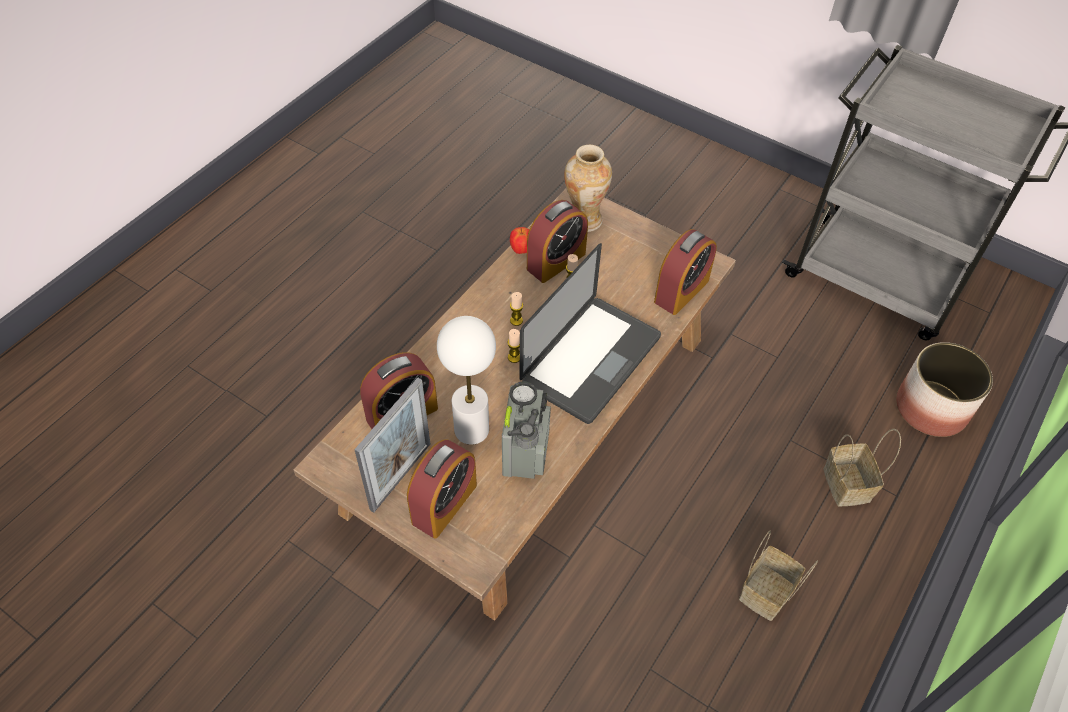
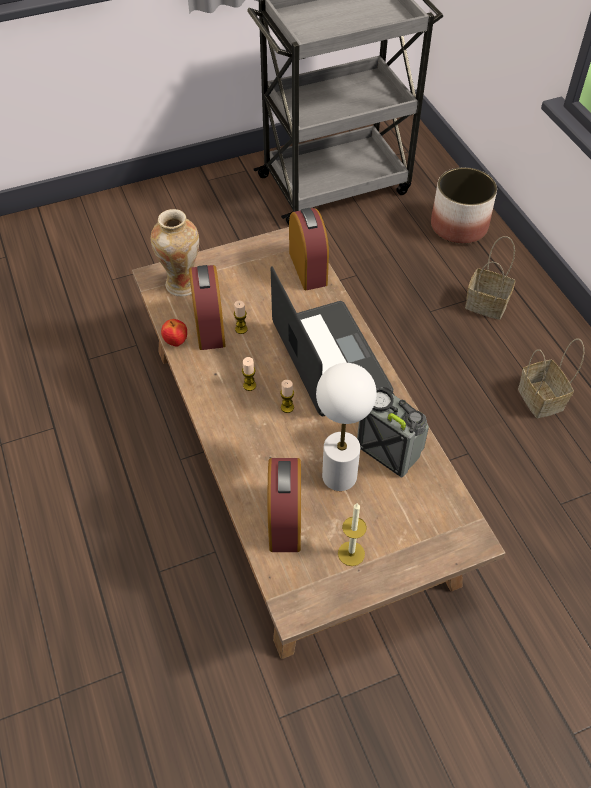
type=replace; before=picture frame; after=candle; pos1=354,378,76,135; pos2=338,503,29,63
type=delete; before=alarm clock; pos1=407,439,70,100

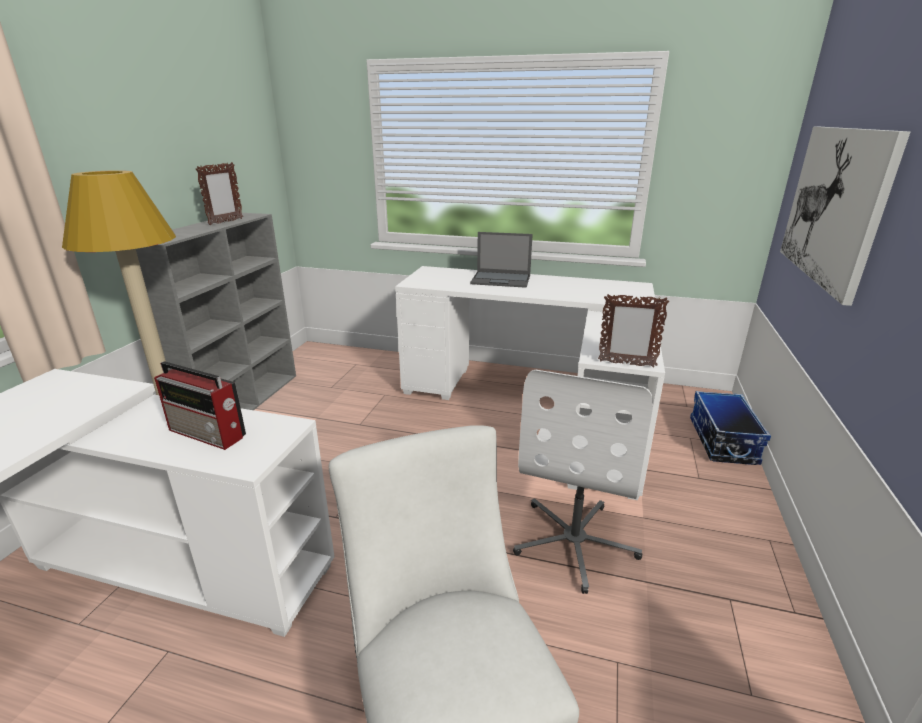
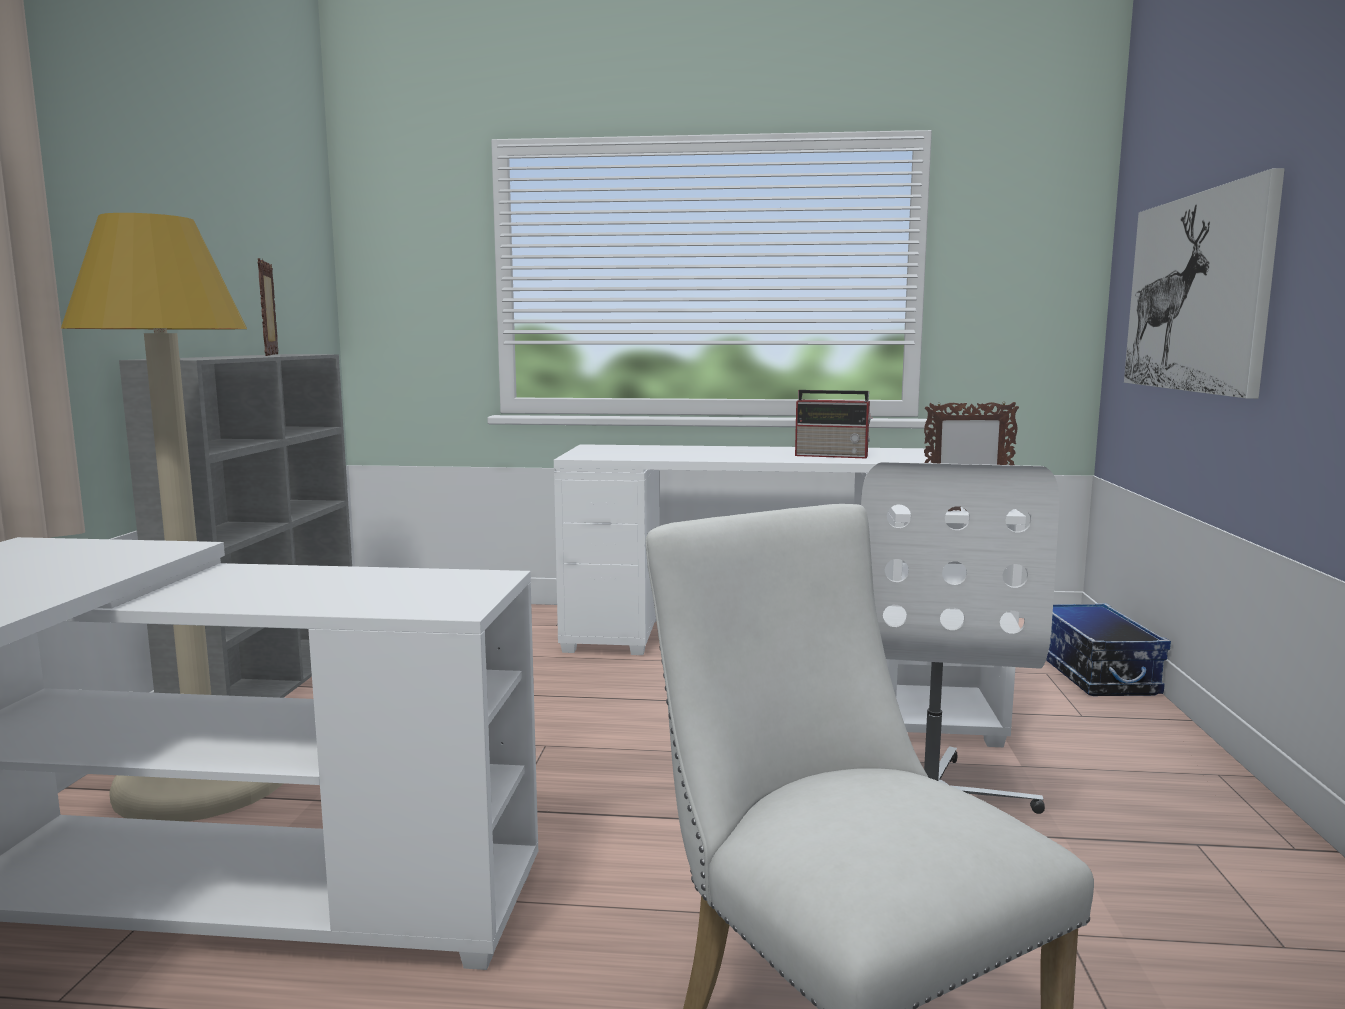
type=rotate; before=picture frame; pos1=196,162,47,63; pos2=258,258,21,98; turn=150
type=delete; before=laptop; pos1=470,232,63,56
type=move; before=radio; pos1=154,361,92,89; pos2=795,390,78,68

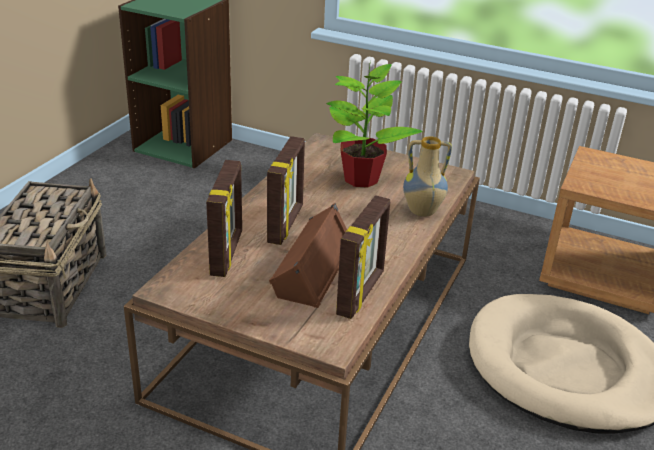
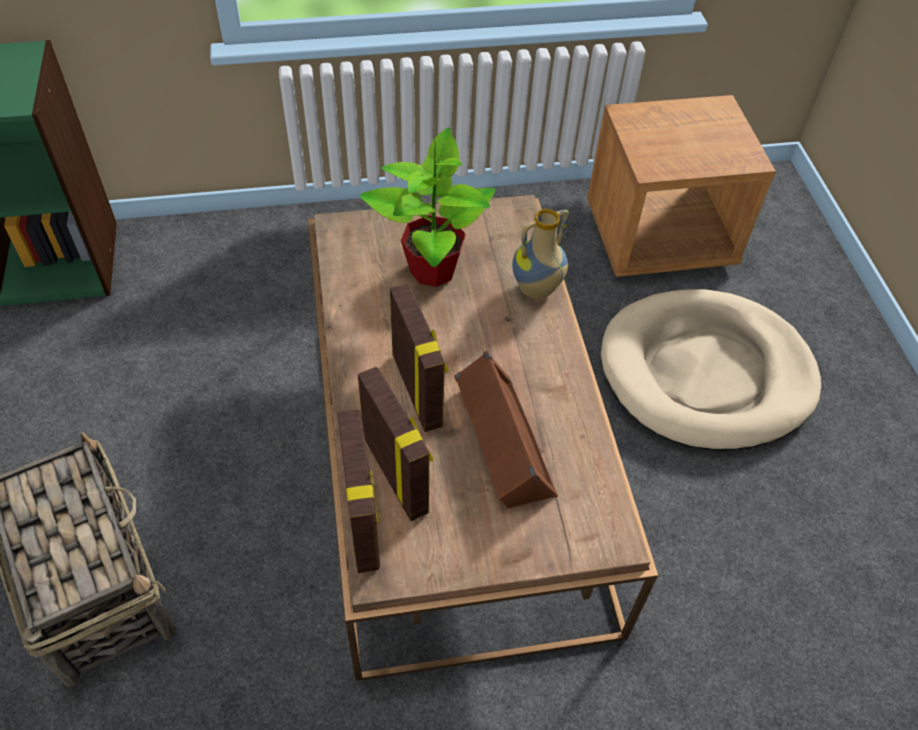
type=move; before=picture frame; pos1=336,195,54,124; pos2=337,409,43,164

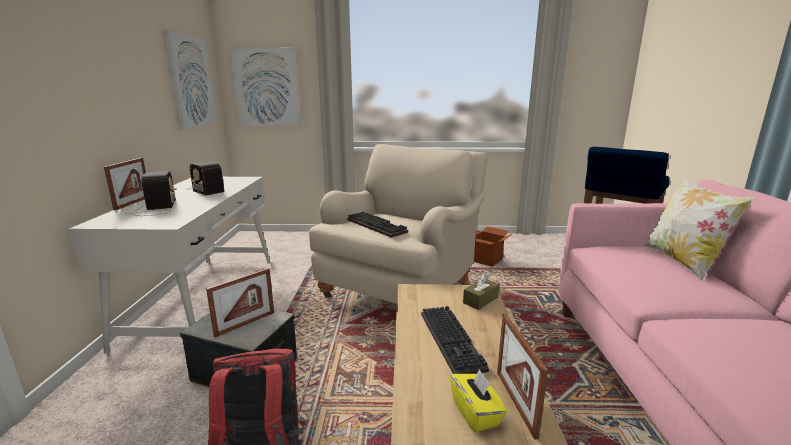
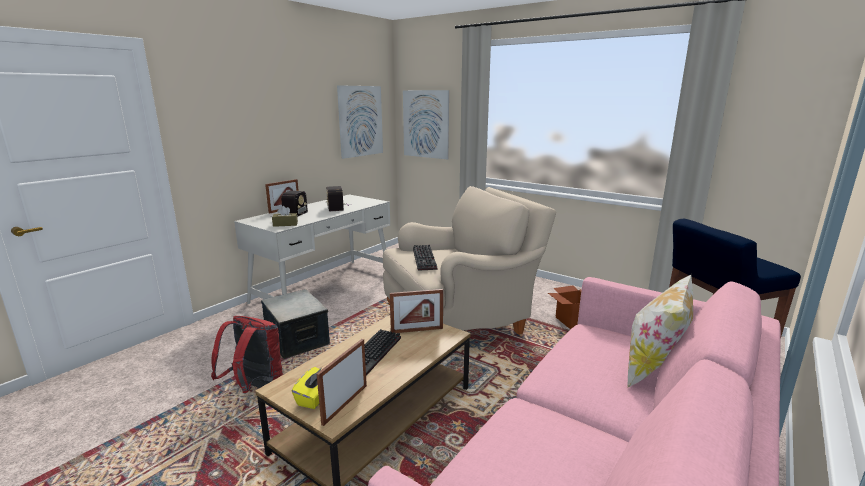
type=move; before=picture frame; pos1=206,268,68,69; pos2=390,289,53,44
type=move; before=tissue box (brown); pos1=463,273,37,37; pos2=272,206,26,21

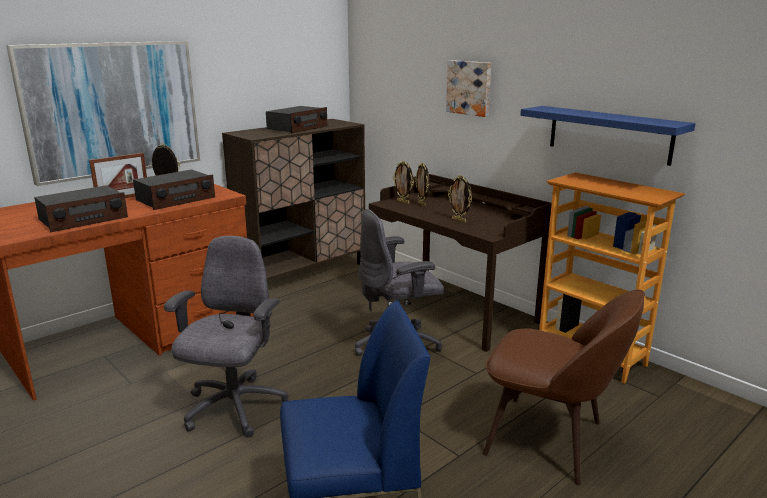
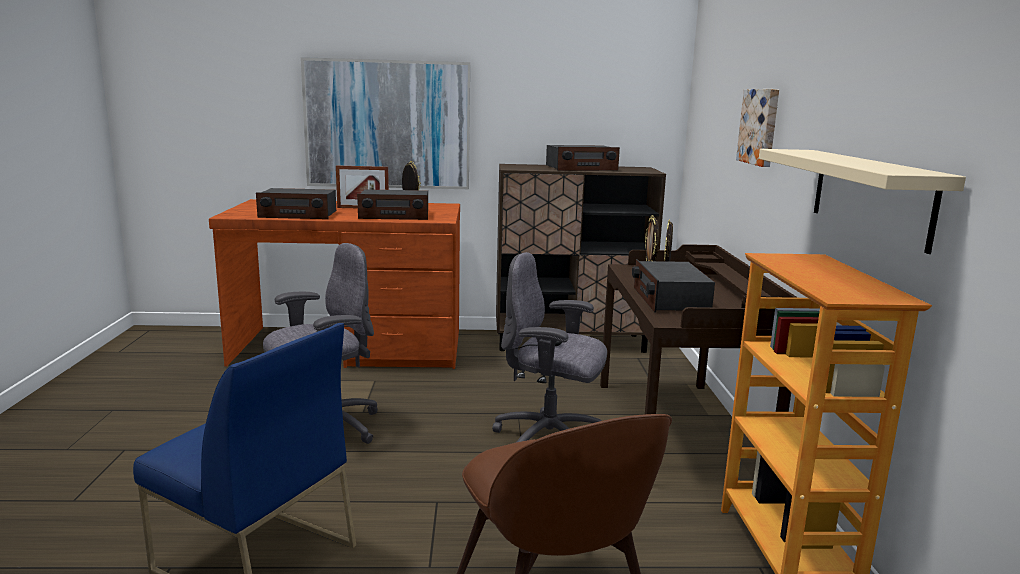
type=recolor; before=shelf (blue); after=shelf (beige); pos1=520,106,175,60; pos2=759,149,207,105
type=replace; before=picture frame; after=radio; pos1=448,175,24,48; pos2=632,259,83,54

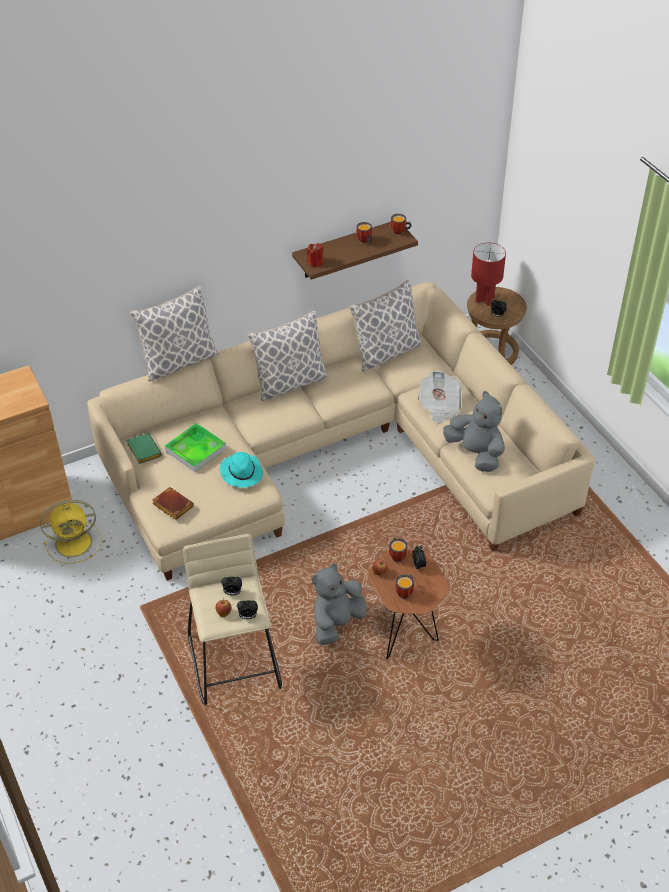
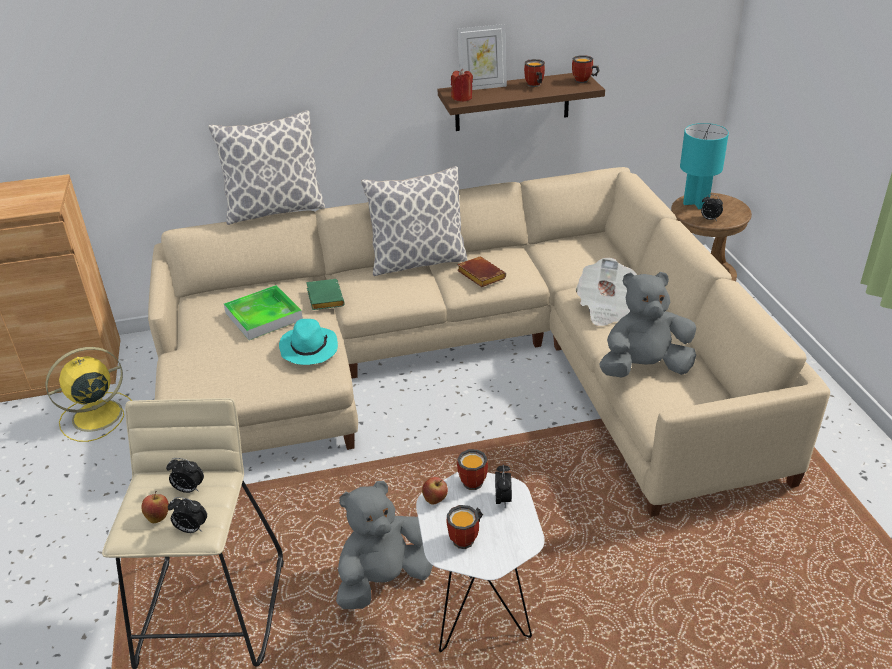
type=recolor; before=table lamp (red); after=table lamp (turquoise); pos1=471,243,35,63; pos2=680,123,49,86
type=delete; before=pillow; pos1=349,280,73,92
type=rotate; before=plush toy (grey); pos1=443,391,62,81; pos2=600,272,96,106; turn=-75
type=move; before=book (green); pos1=127,433,35,31; pos2=306,279,39,31
type=move; before=book (brown); pos1=152,487,42,33; pos2=457,256,49,31
type=rotate; before=fan (yellow); pos1=40,500,62,63; pos2=46,347,86,95; turn=150
type=recolor; before=side table (brown); after=side table (white); pos1=368,550,82,109; pos2=416,472,129,180
type=insert; after=picture frame; pos2=457,24,50,66

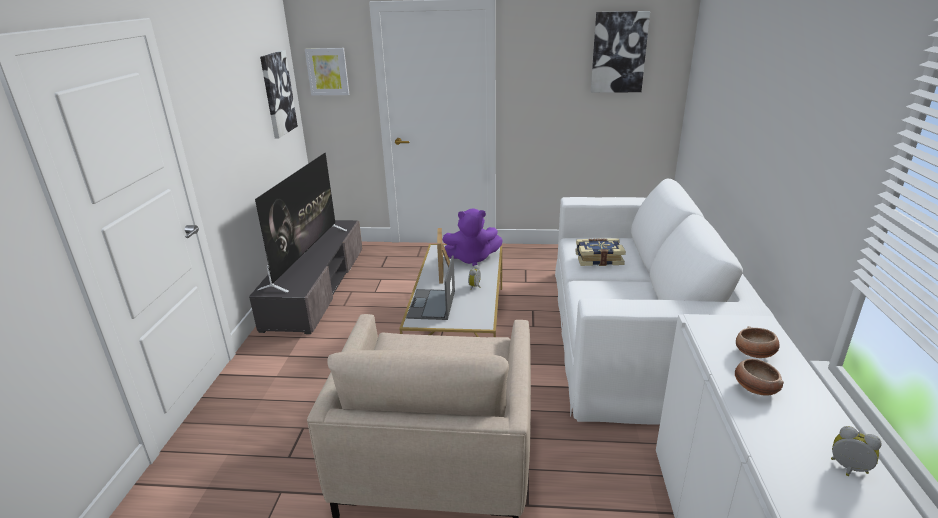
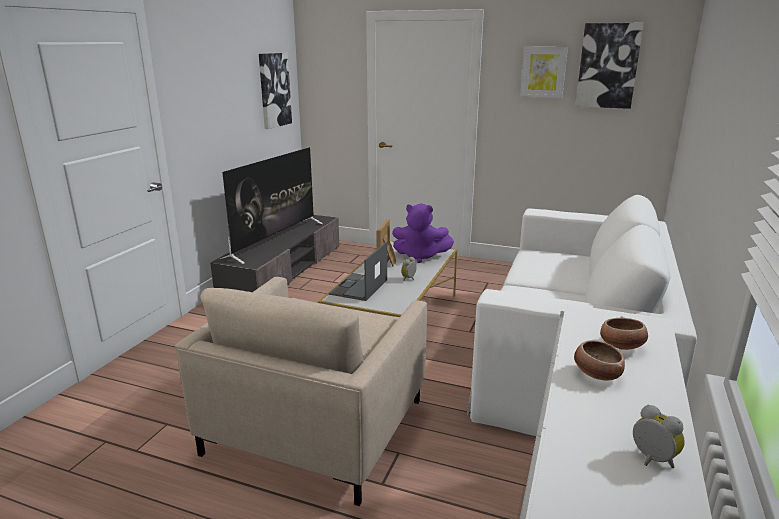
type=move; before=picture; pos1=305,48,44,47; pos2=520,47,48,51
type=delete; before=book; pos1=576,238,50,28

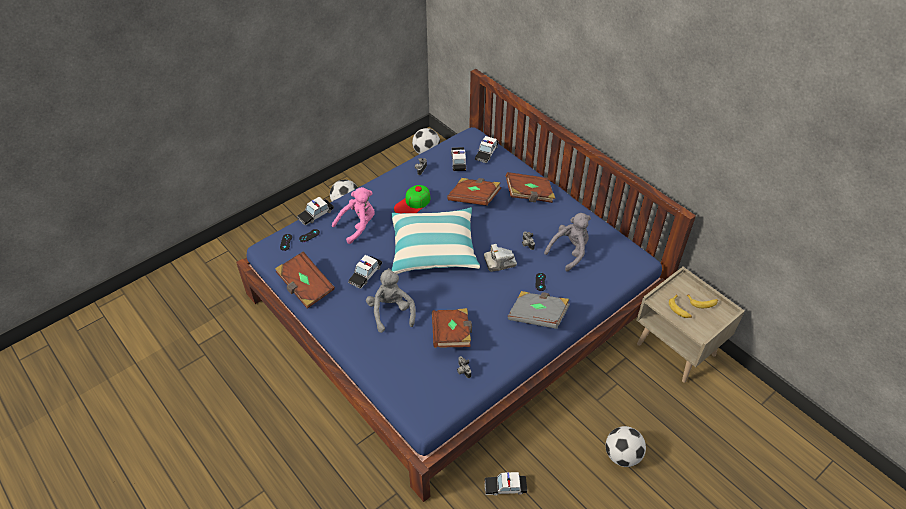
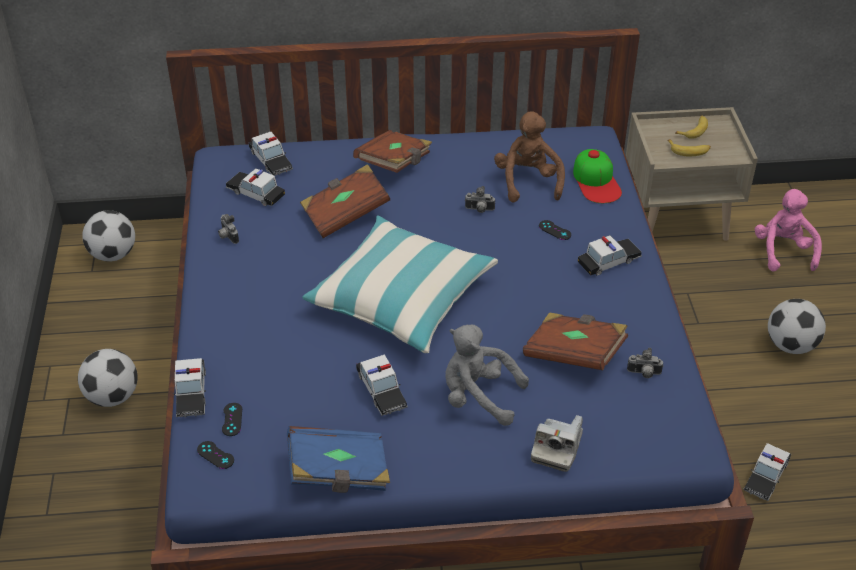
type=move; before=cap; pos1=394,185,37,28; pos2=573,149,49,54
type=move; before=plush toy (pink); pos1=332,187,43,57; pos2=755,189,67,83
type=recolor; before=plush toy (grey); after=plush toy (brown); pos1=544,213,47,59; pos2=494,111,71,92
type=move; before=photo camera; pos1=484,244,33,28; pos2=531,415,52,57
type=recolor; before=book (brown); after=book (blue); pos1=275,252,60,57; pos2=287,426,103,67
type=replace; before=book (grey); after=toy car; pos1=508,291,62,38; pos2=578,235,64,41

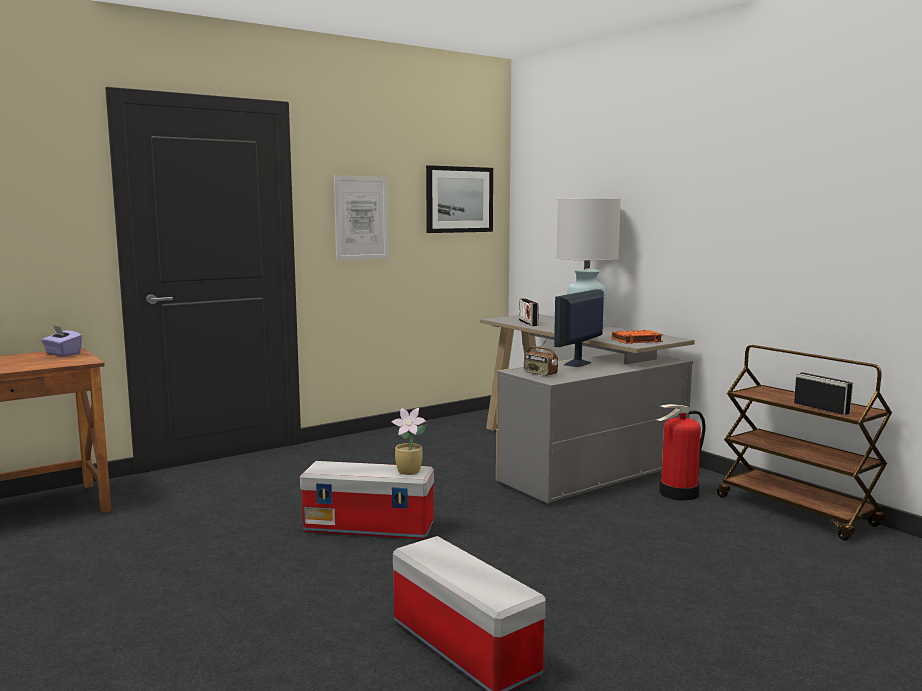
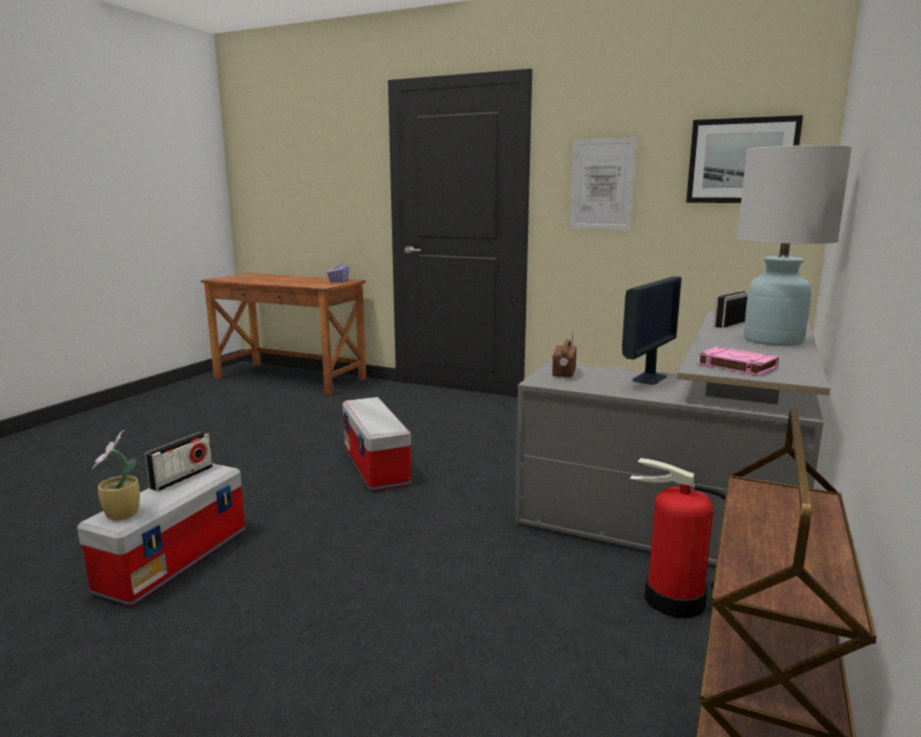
type=rotate; before=monitor; pos1=554,289,50,78; pos2=622,276,60,109; turn=120
type=recolor; before=book (orange); after=book (pink); pos1=612,330,51,14; pos2=697,347,82,29
type=move; before=radio; pos1=794,372,59,43; pos2=145,432,68,59
type=move; before=potted plant; pos1=391,408,36,67; pos2=92,430,48,90

